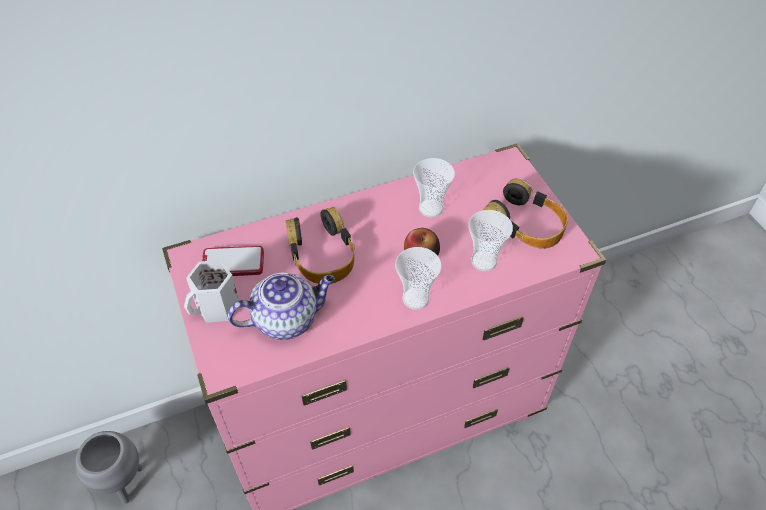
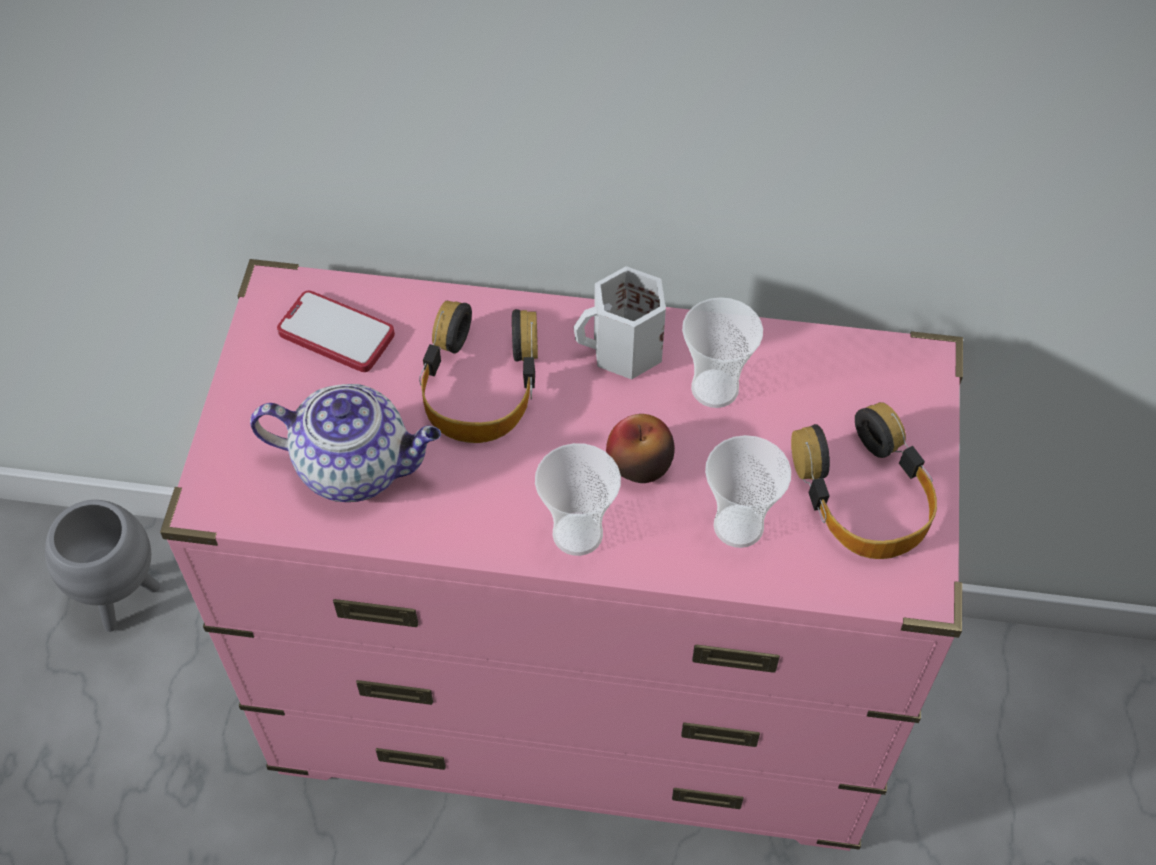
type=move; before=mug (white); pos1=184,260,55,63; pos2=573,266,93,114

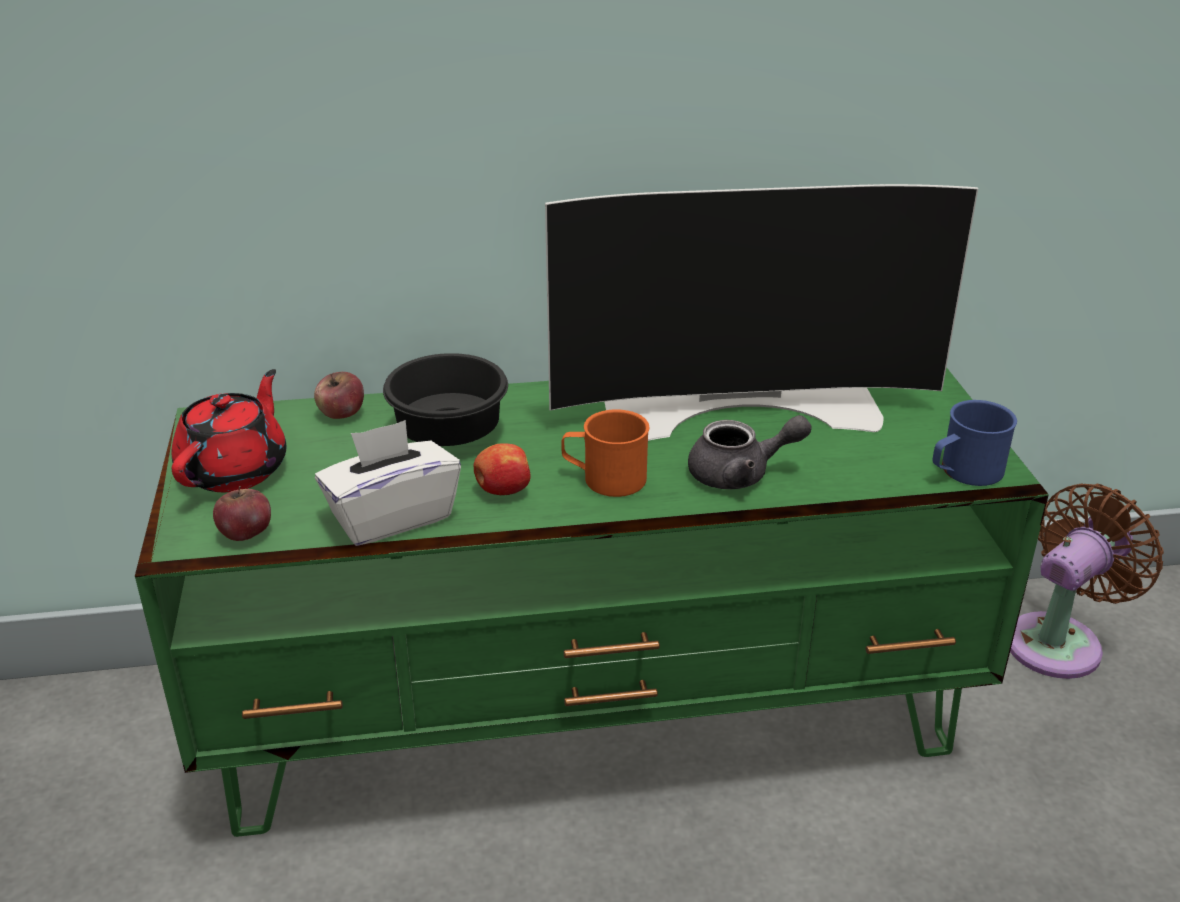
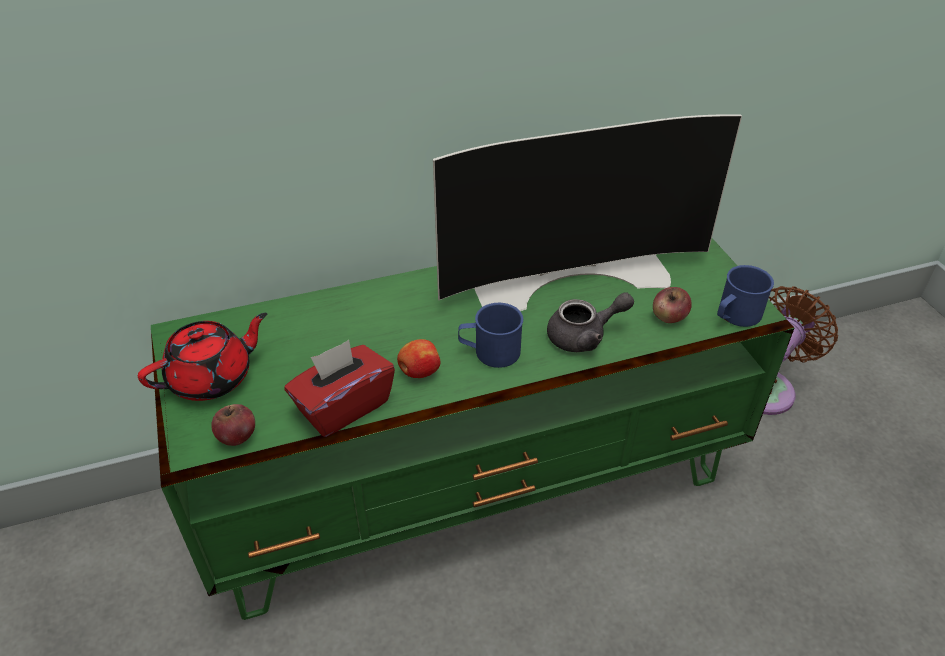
type=delete; before=bowl (black); pos1=383,353,125,93
type=rotate; before=teapot (red); pos1=172,369,114,123; pos2=138,313,129,88; turn=45
type=move; before=apple; pos1=314,372,50,47; pos2=653,287,39,36
type=recolor; before=mug (orange); after=mug (blue); pos1=562,409,87,88; pos2=458,303,65,65
type=recolor; before=tissue box (white); after=tissue box (red); pos1=315,420,146,126; pos2=284,340,111,97

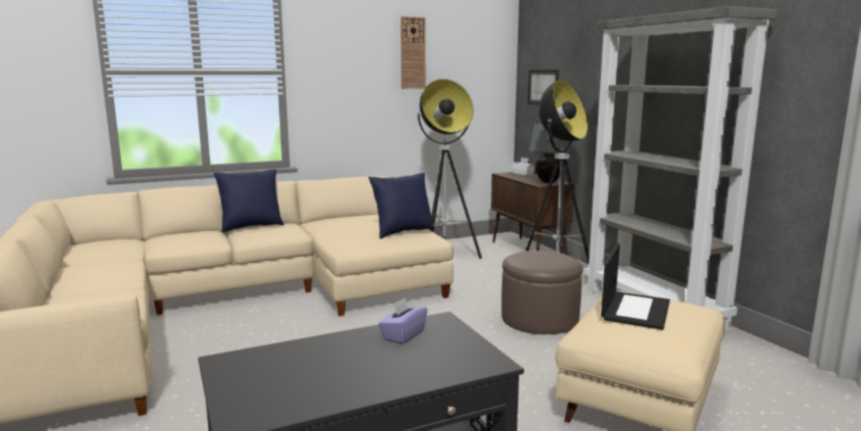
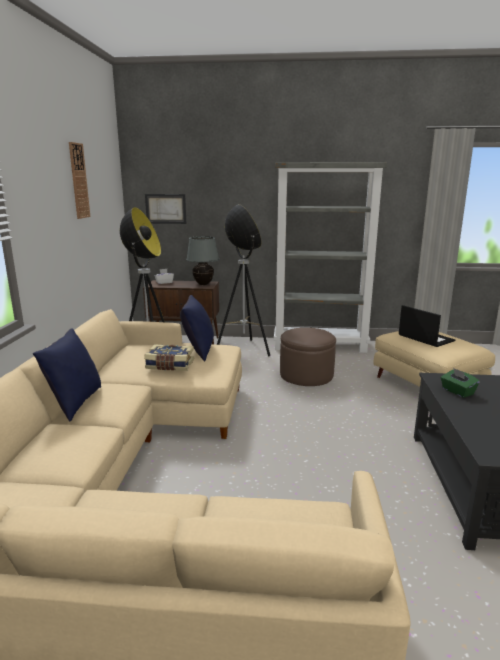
type=recolor; before=tissue box (purple); after=tissue box (green); pos1=379,298,48,46; pos2=441,368,39,30
type=insert; after=book; pos2=144,344,50,27

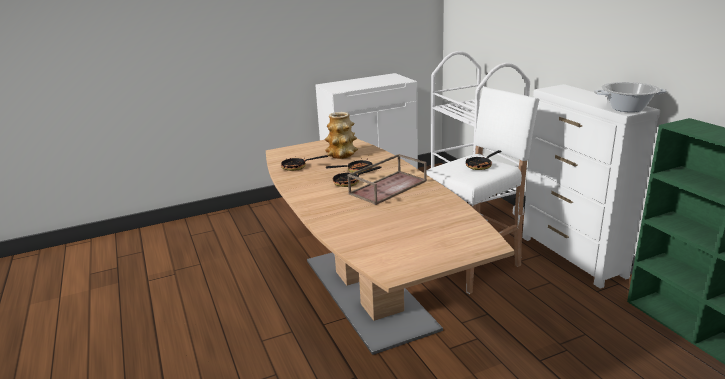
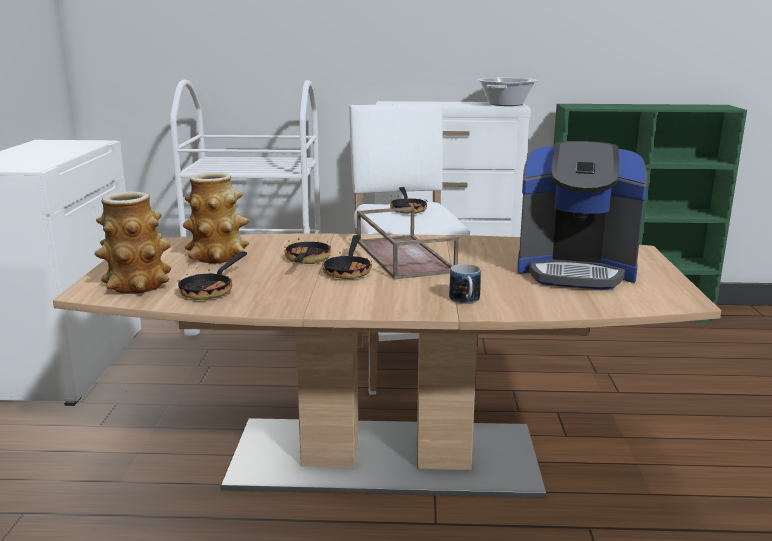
type=insert; after=coffee machine; pos2=517,141,131,149
type=insert; after=vase; pos2=94,192,77,102
type=insert; after=mug; pos2=449,264,32,40

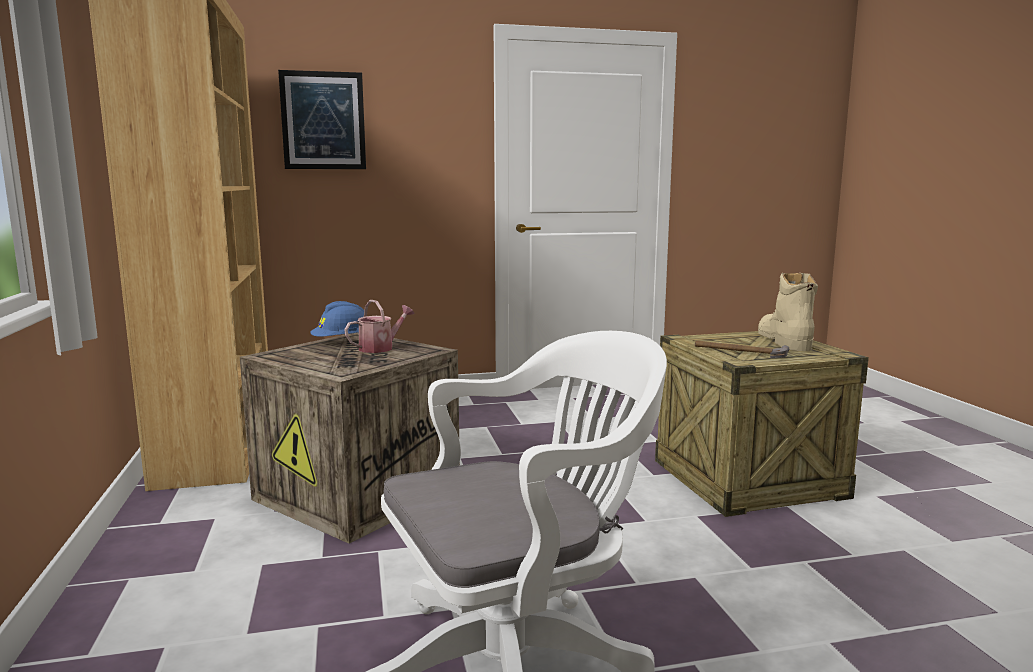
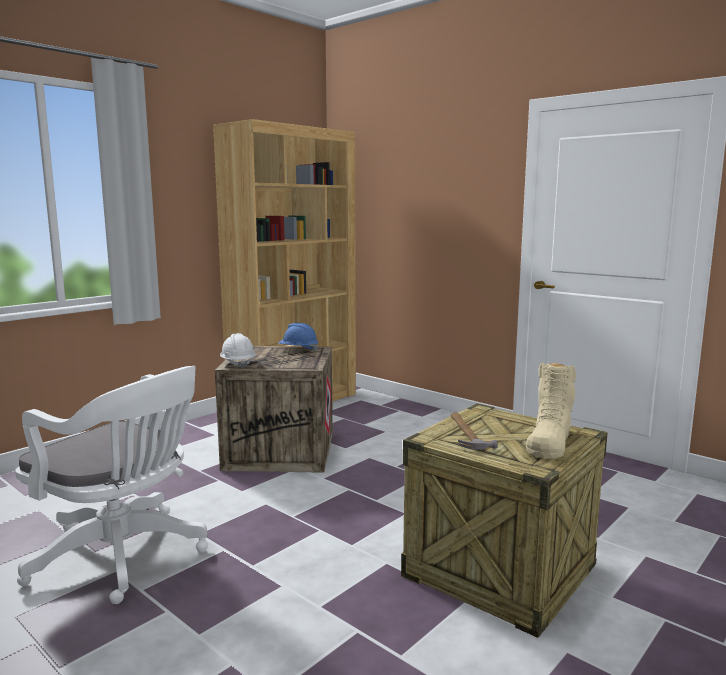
type=delete; before=picture; pos1=278,70,88,99
type=rotate; before=boot (beige); pos1=758,273,60,78; pos2=526,362,50,97; turn=150
type=delete; before=watering can; pos1=344,300,71,53
type=insert; after=hard hat (white); pos2=220,333,36,35

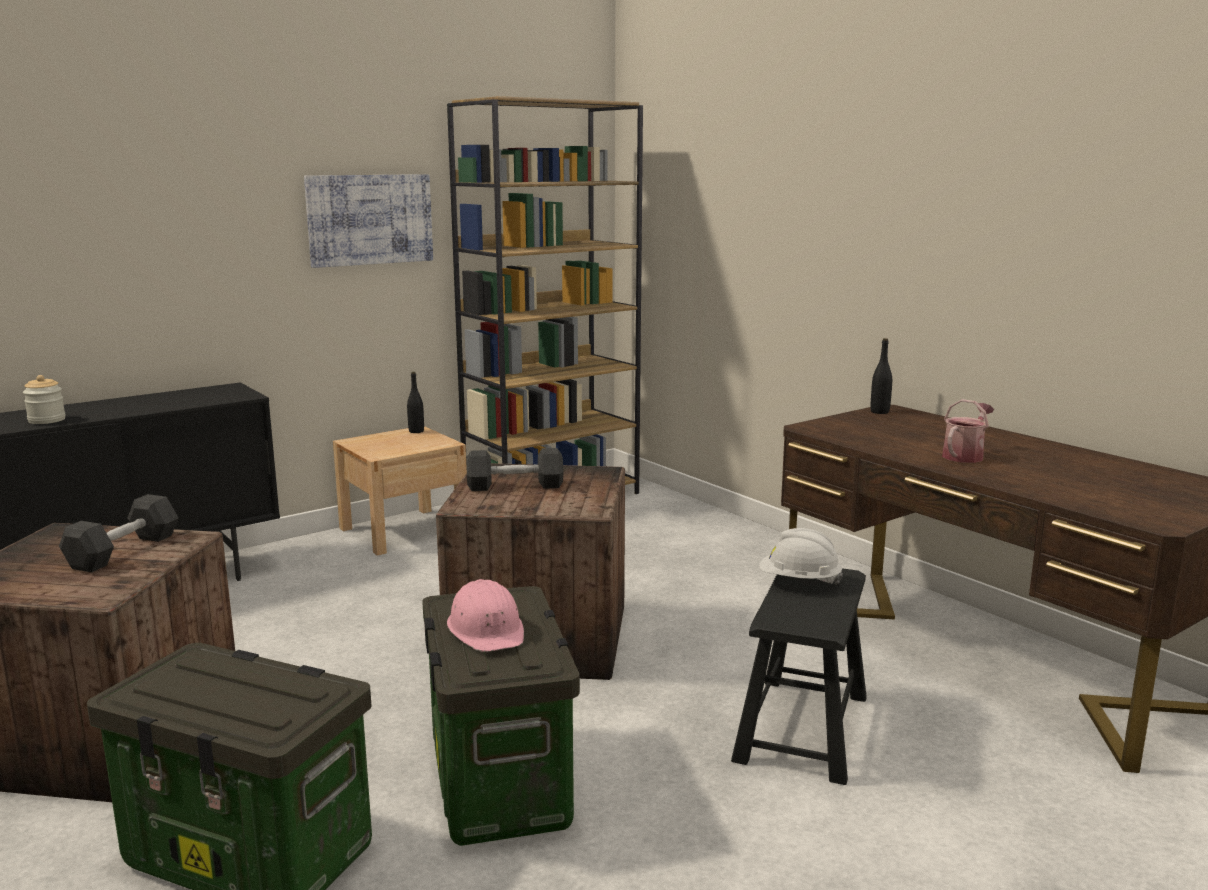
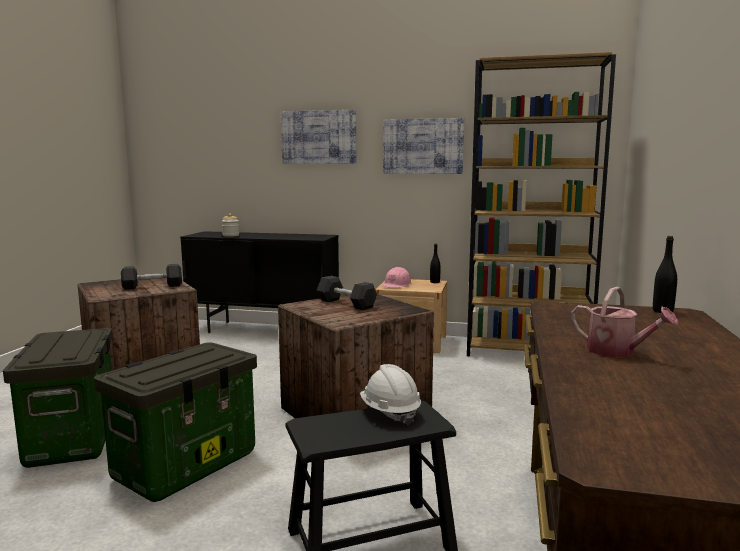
type=rotate; before=watering can; pos1=942,399,52,64; pos2=571,287,107,71; turn=45
type=move; before=hard hat (pink); pos1=447,579,77,73; pos2=382,267,30,21
type=insert; after=picture; pos2=281,110,75,54

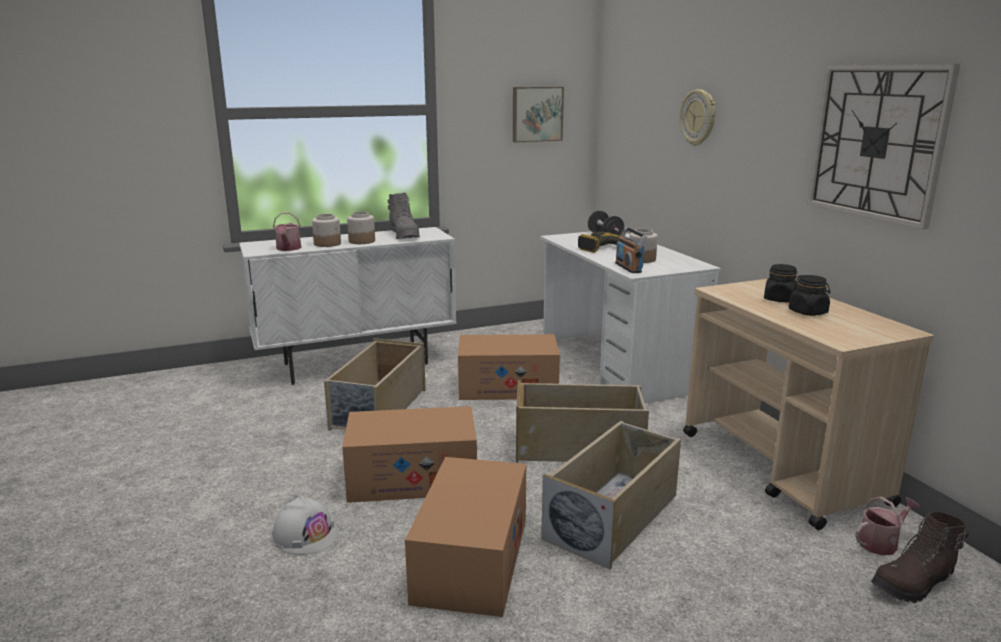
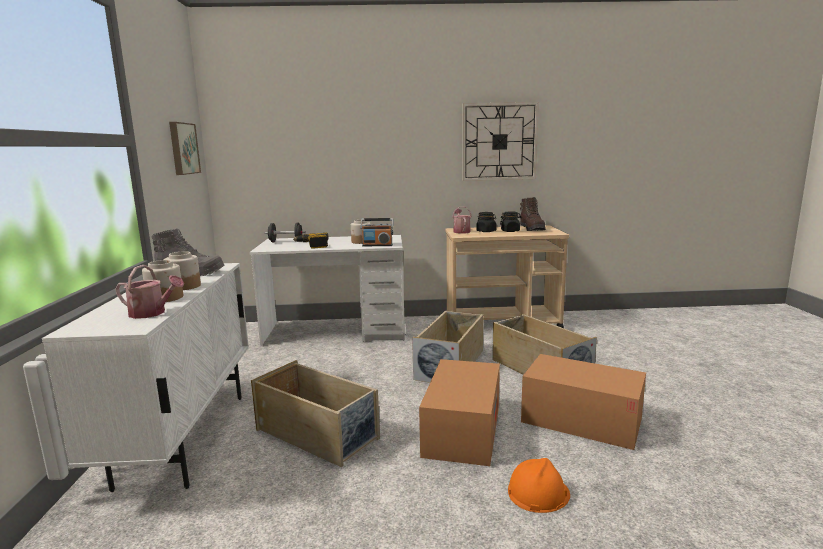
type=delete; before=wall clock; pos1=680,89,35,57
type=delete; before=cardboard box; pos1=458,334,102,66
type=recolor; before=hard hat (white); after=hard hat (orange); pos1=272,496,67,59; pos2=508,458,62,55
type=move; before=watering can; pos1=855,496,65,60; pos2=452,207,20,27
type=move; before=boot (brown); pos1=871,512,98,91; pos2=520,197,26,34

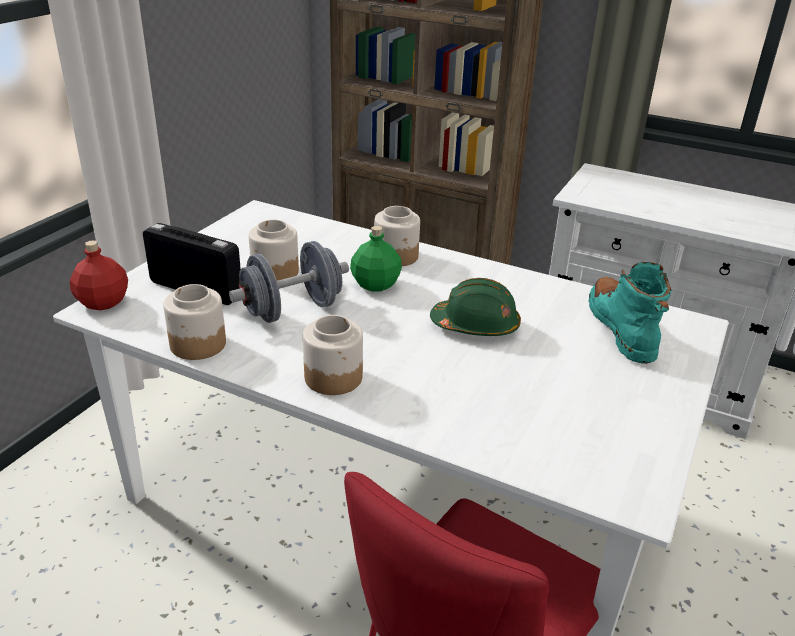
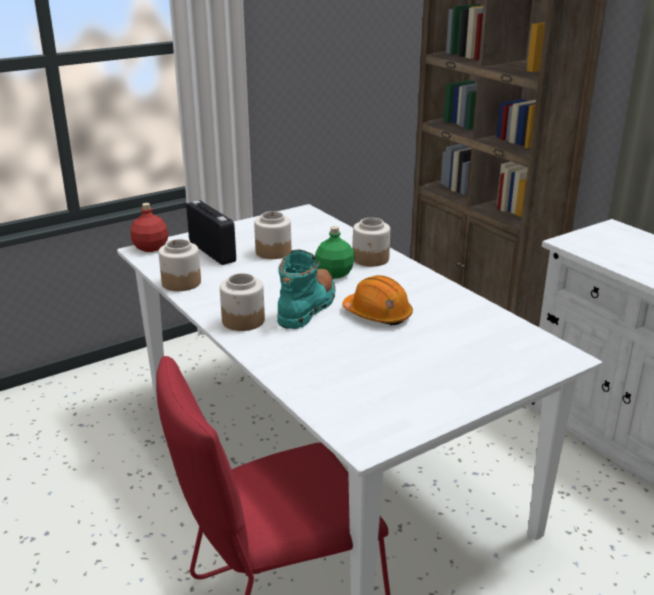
type=delete; before=dumbbell (grey); pos1=229,241,120,82
type=move; before=boot (turquoise); pos1=588,262,84,102; pos2=277,249,59,80
type=recolor; before=hard hat (green); after=hard hat (orange); pos1=430,278,91,58; pos2=342,275,71,51

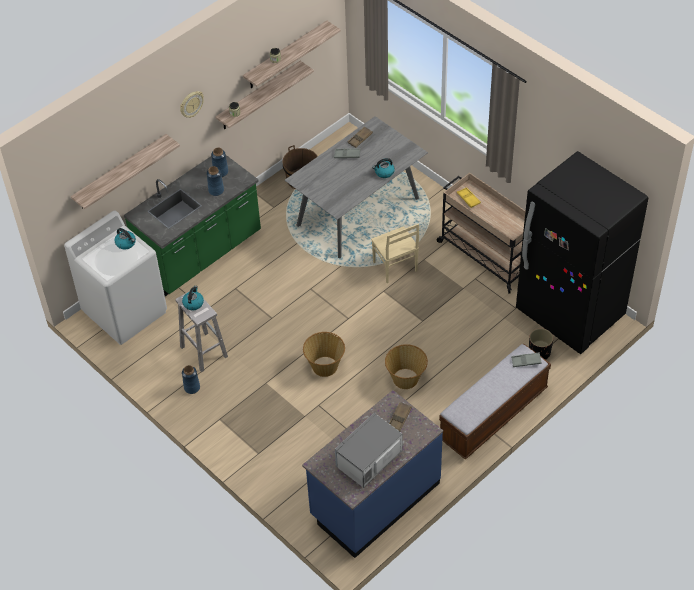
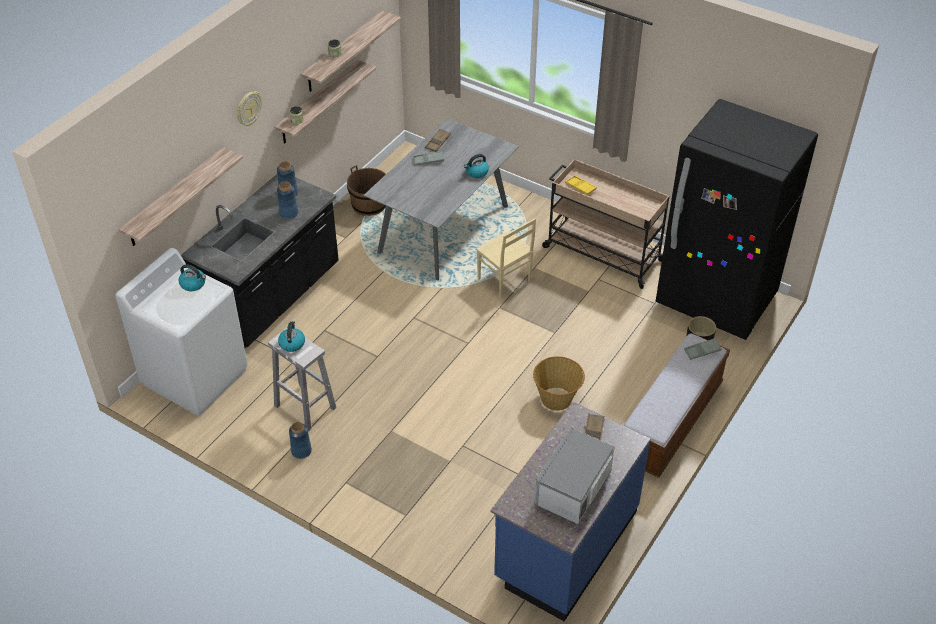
type=recolor; before=counter (green); after=counter (black); pos1=124,155,137,141; pos2=181,174,158,174
type=delete; before=basket; pos1=303,332,42,45

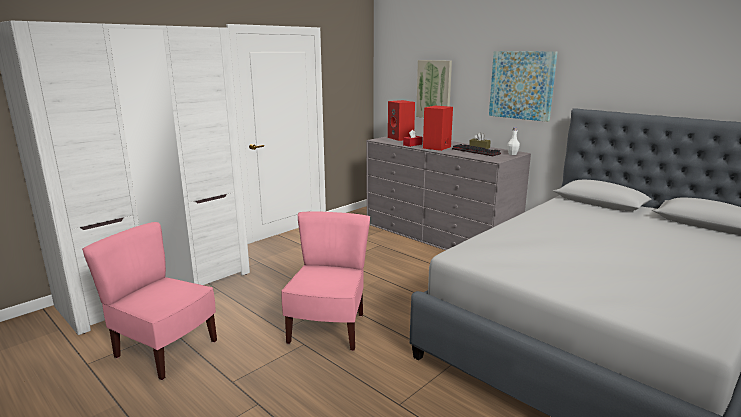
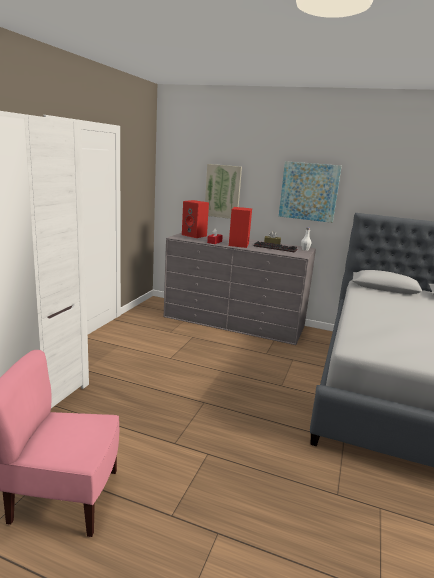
type=delete; before=chair (pink); pos1=281,211,89,140

